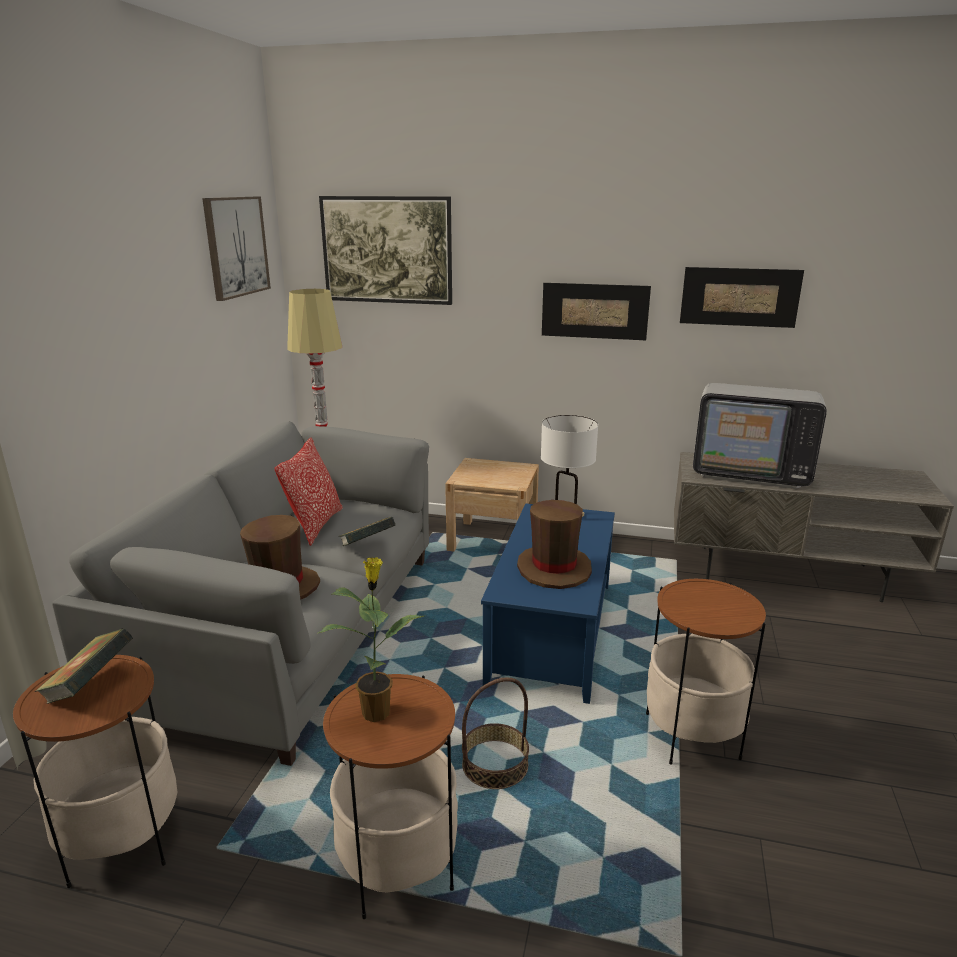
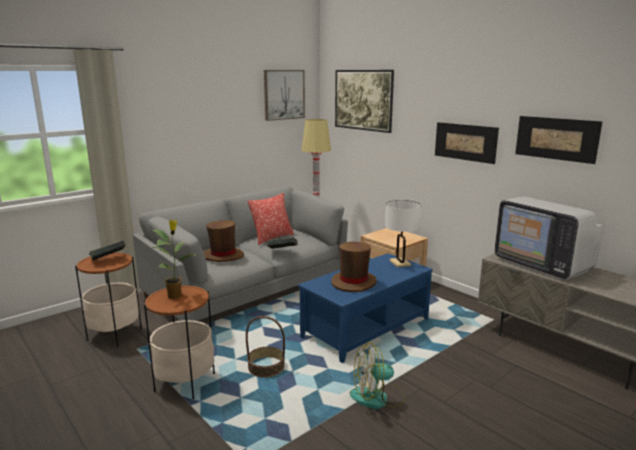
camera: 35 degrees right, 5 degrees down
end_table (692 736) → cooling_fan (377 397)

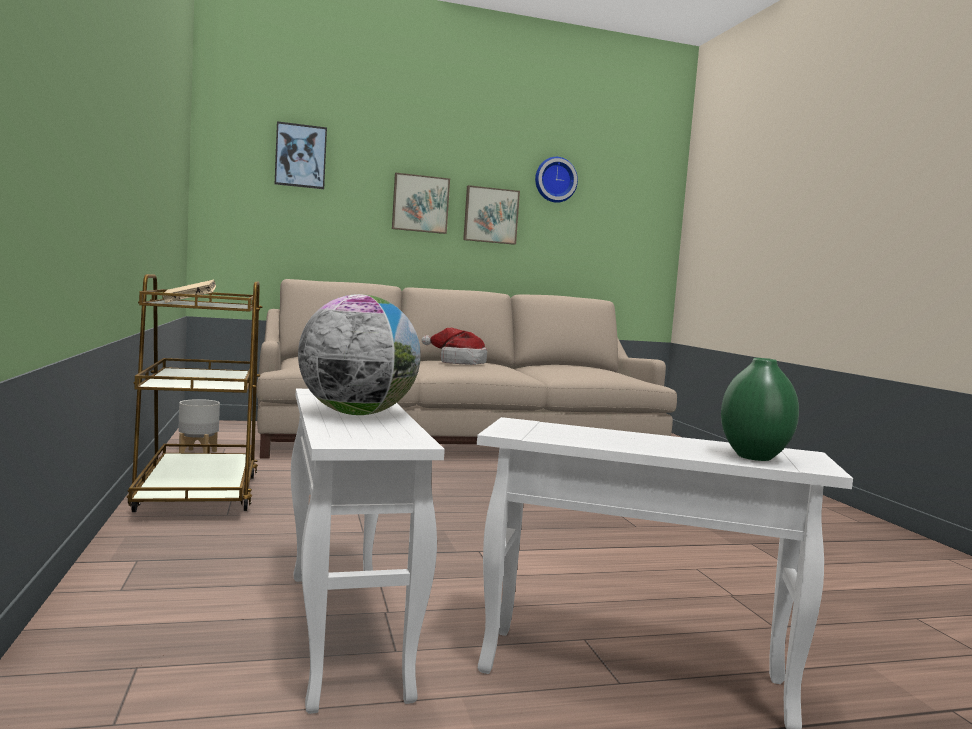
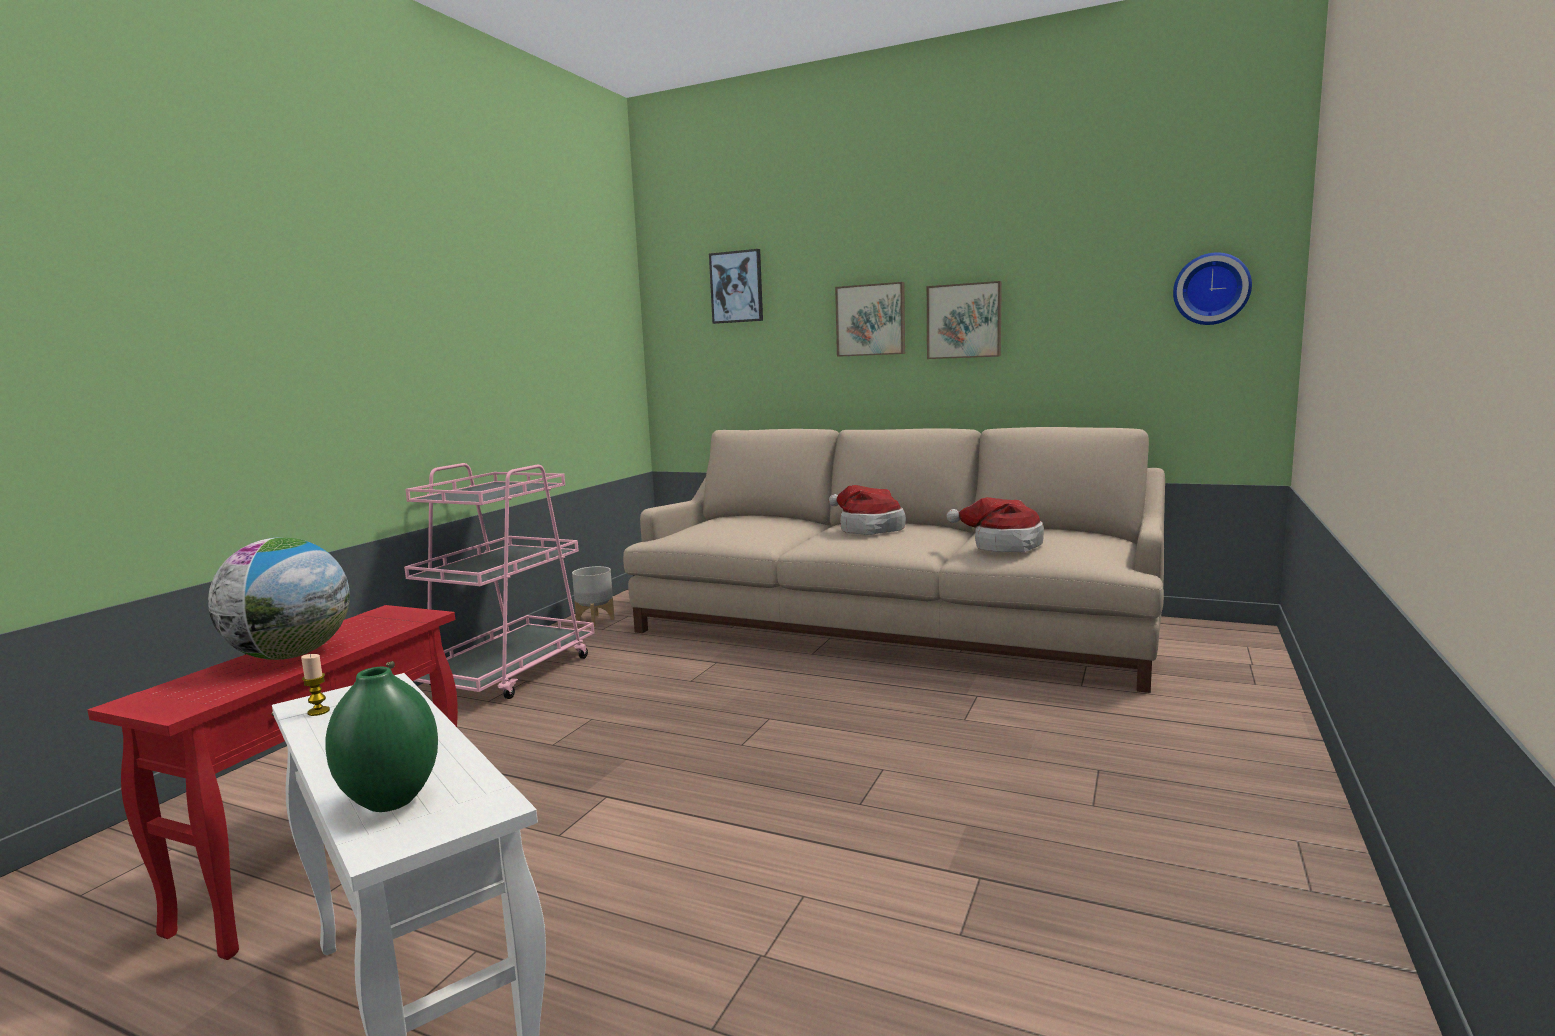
camera: 40 degrees right, 5 degrees up
wall_clock (555 180) → wall_clock (1211 289), move
brown-coloured_wheeled_cart (198 494) → pinkish_wheeled_cart (508 673)
sand-coloured_bound_book (189 304) → -
white_end_table (344 631) → red_end_table (329 860)
- → clothing_hat (1002 546)
- → wax_light (318 711)

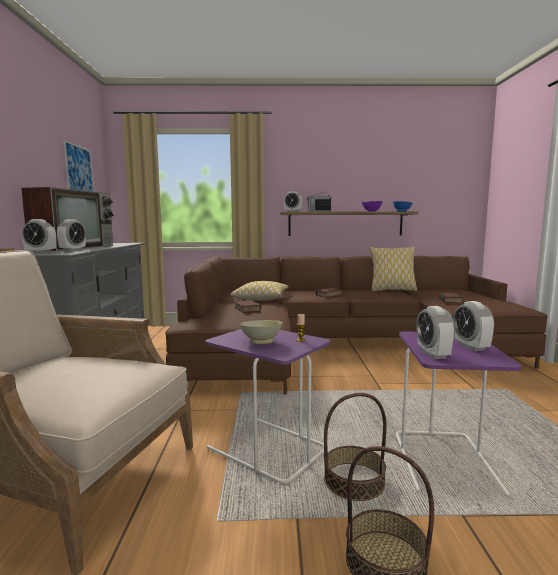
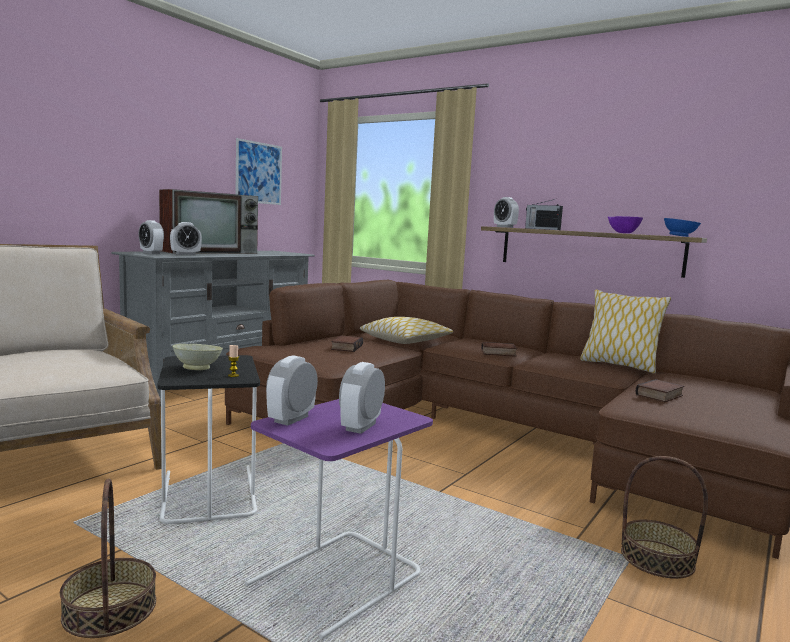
camera: 35 degrees right, 0 degrees up
purple_end_table (266 449) → black_end_table (207 493)
household_basket (354 481) → household_basket (657 558), move

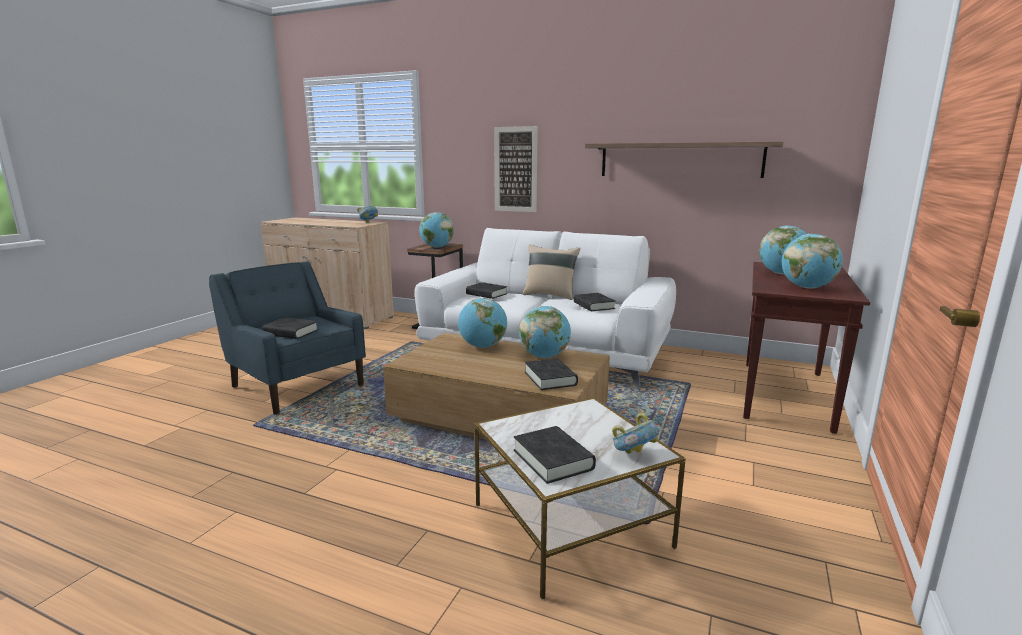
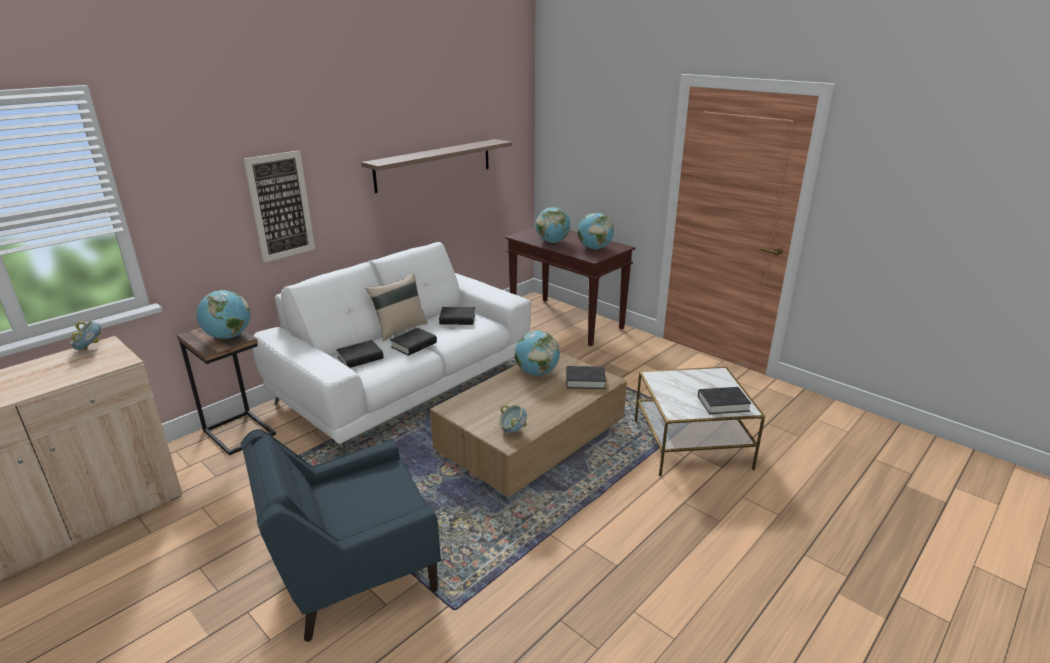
camera: 70 degrees left, 10 degrees up
desk_globe (482 346) → -
black_bound_book (291 332) → black_bound_book (414 345), move
deep_dish (633 454) → deep_dish (512 430), move

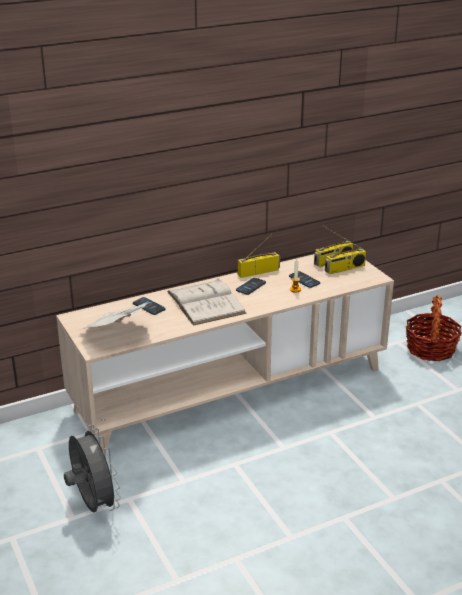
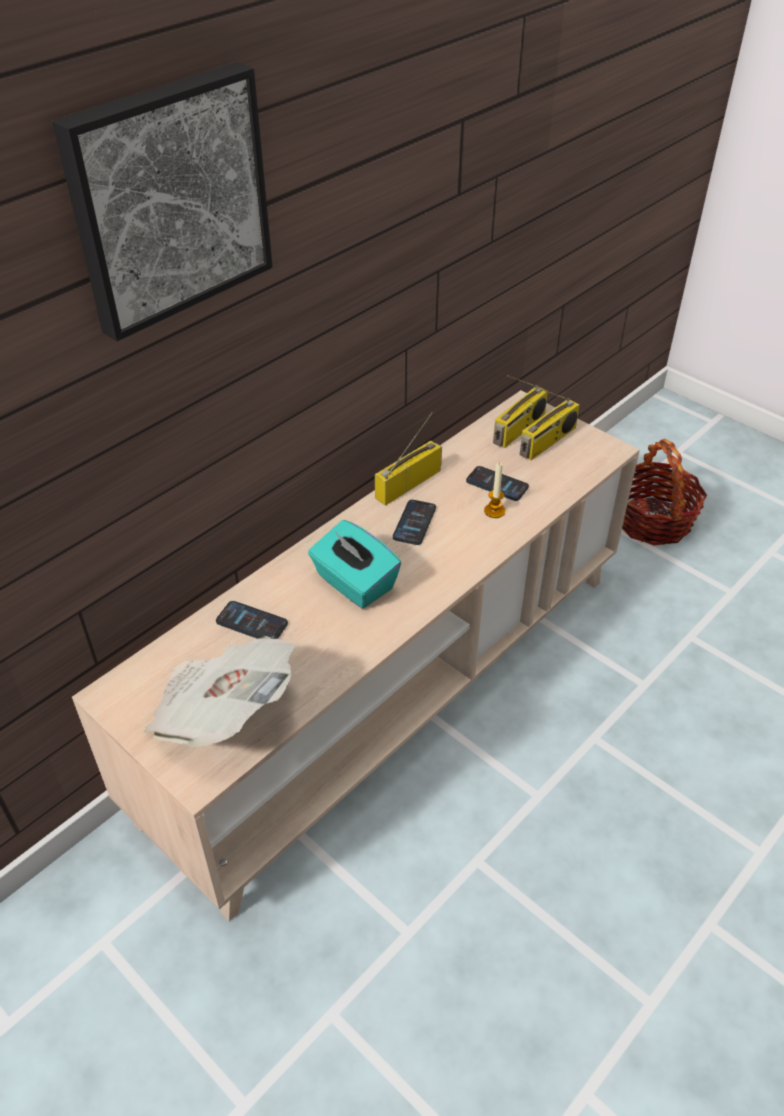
camera: 20 degrees left, 15 degrees up
white_bound_book (206 302) → turquoise-coloured_tissue_holder (354 583)
grey_cooling_fan (93 505) → -
- → wall_art (168 199)

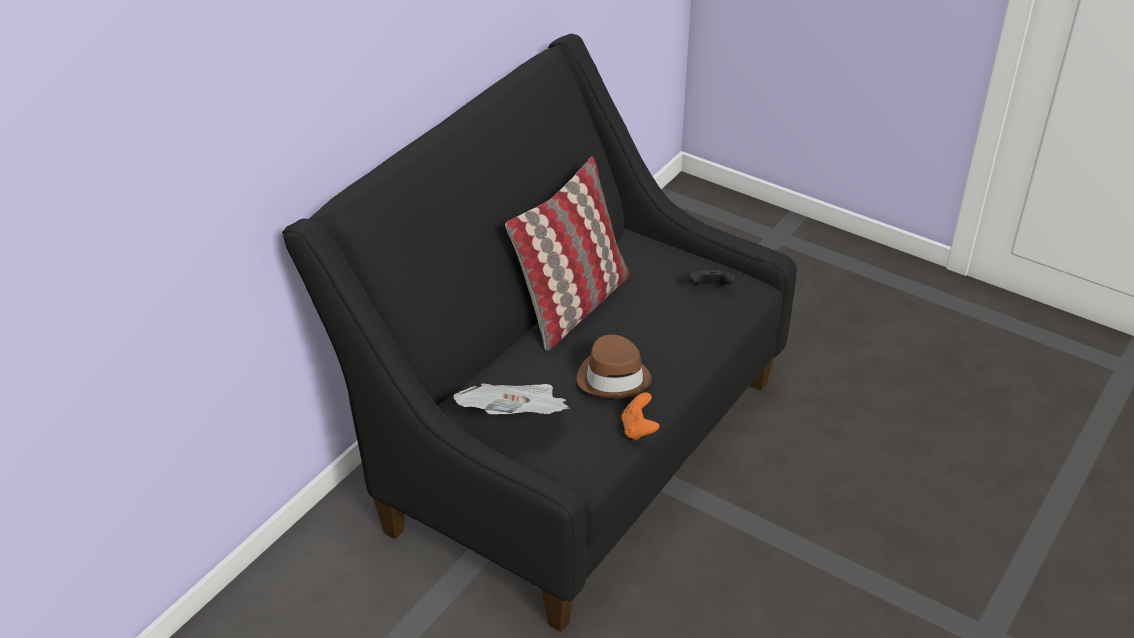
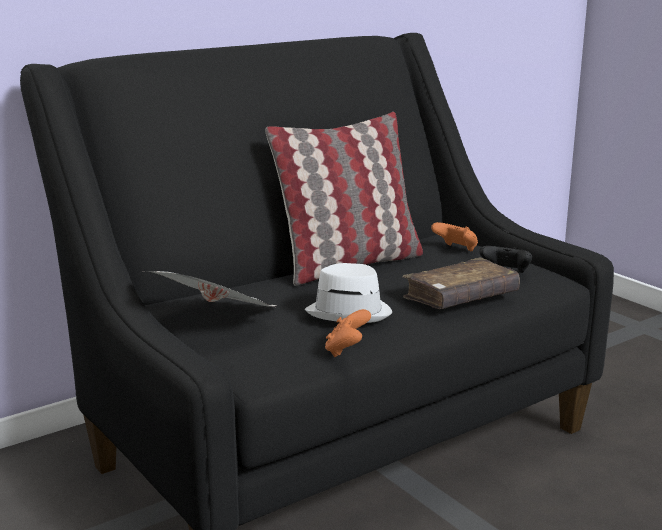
camera: 20 degrees right, 20 degrees down
brown-coloured_clothing_hat (613 378) → white_clothing_hat (350 312)
- → orangey_game_controller (456 250)
- → brown-coloured_bound_book (460 298)

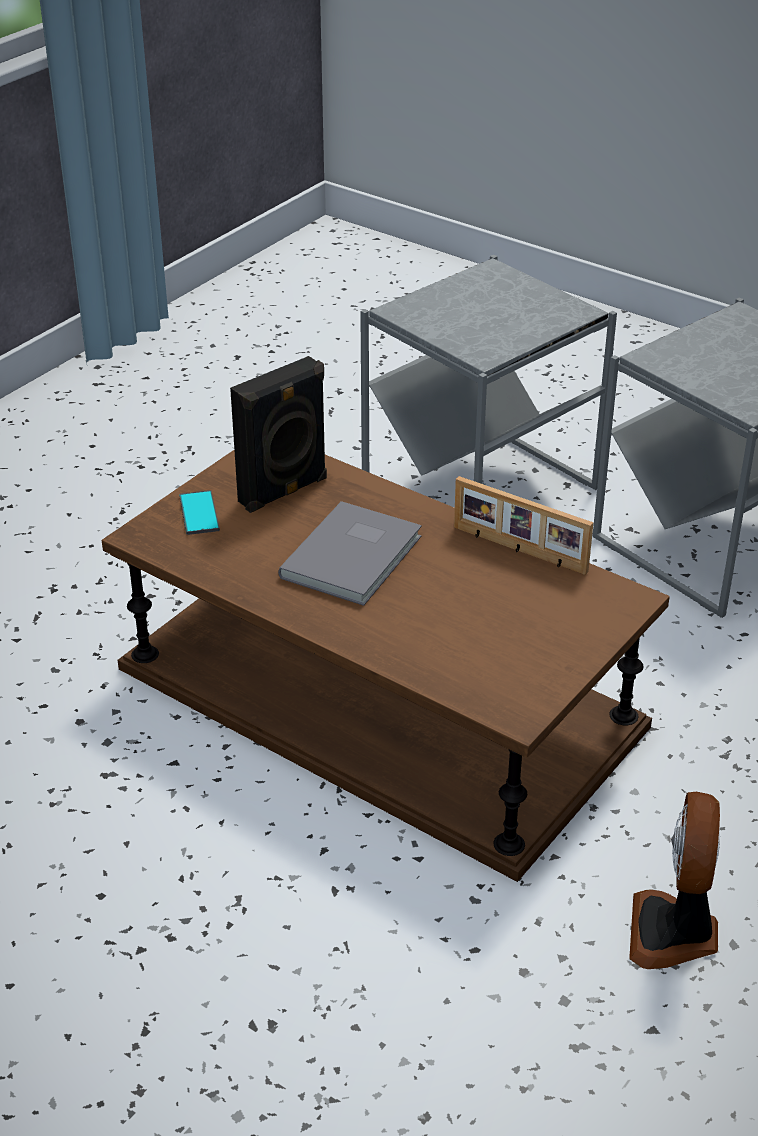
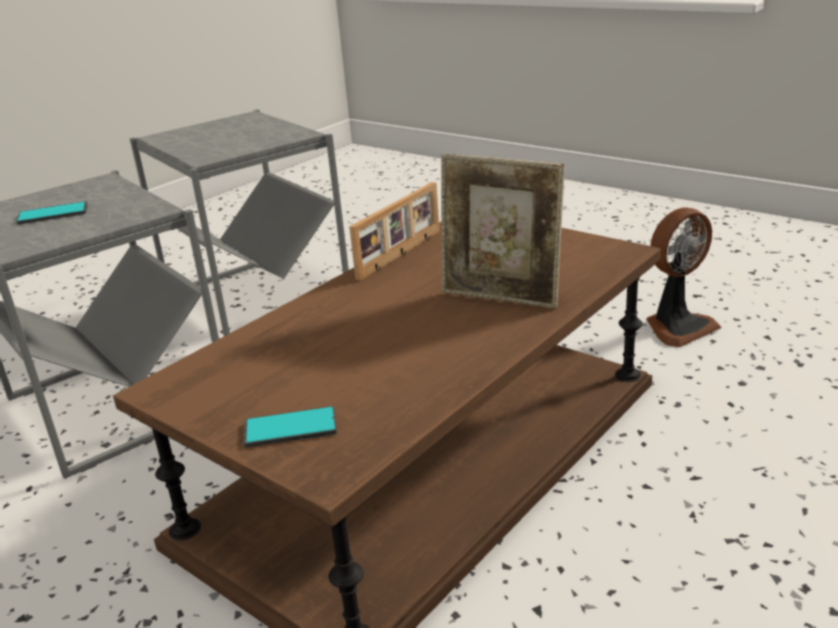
camera: 85 degrees left, 10 degrees down
black_speaker (284 492) → -
grey_bound_book (355 556) → -
cooling_fan (674 933) → cooling_fan (677 327), 45 degrees counterclockwise
- → photo_frame (501 298)
- → handset (53 214)

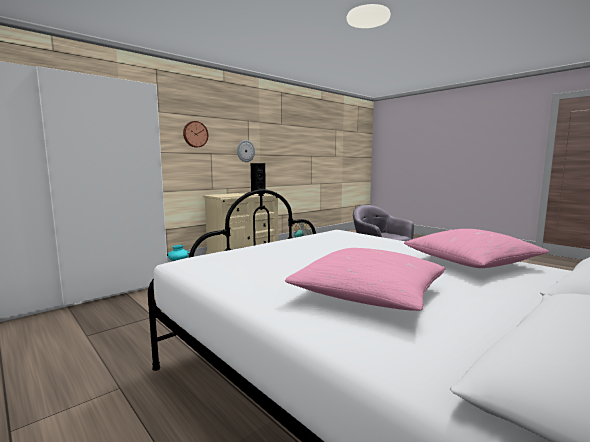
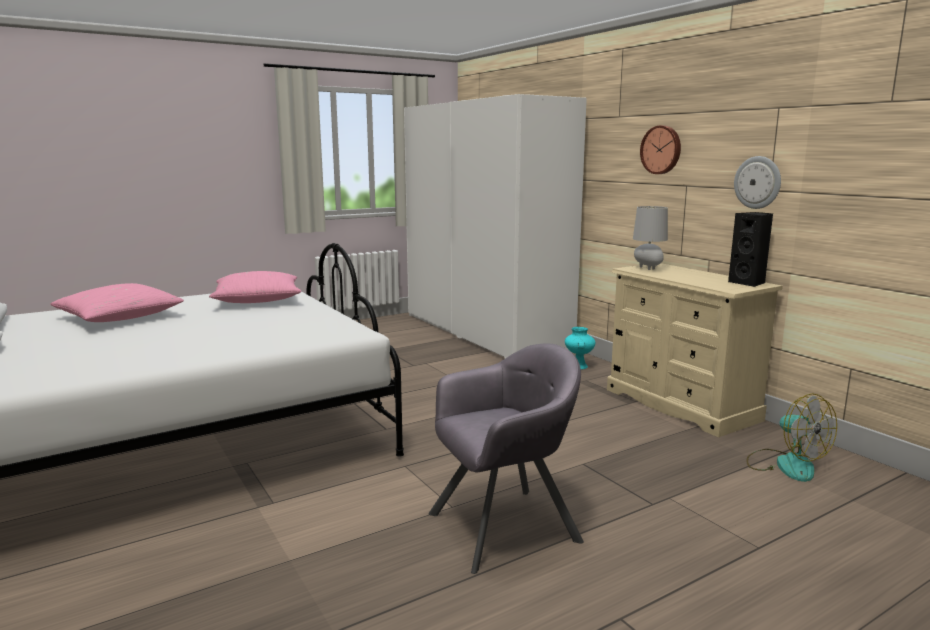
camera: 100 degrees right, 5 degrees up
pinkish_pillow (470 262) → pinkish_pillow (257 300), move
- → grey_table_lamp (648 268)

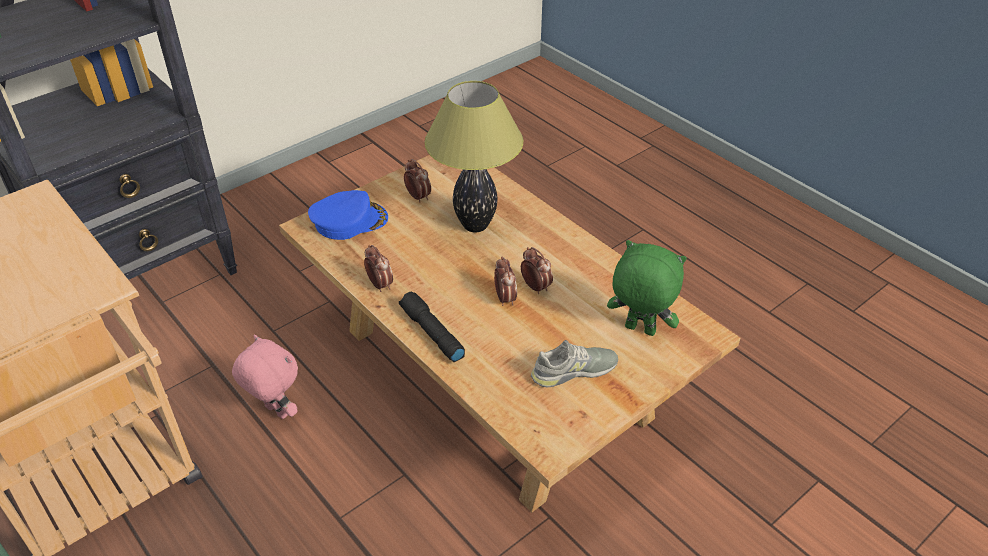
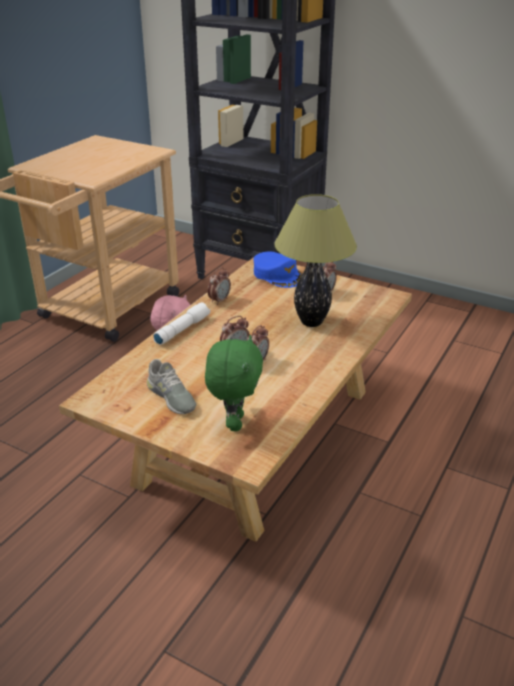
camera: 70 degrees right, 10 degrees down
black_flashlight (431 333) → white_flashlight (182 329)

